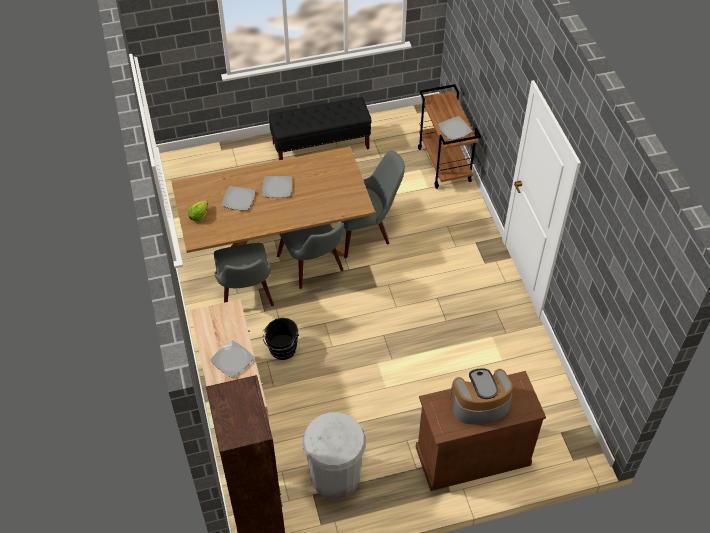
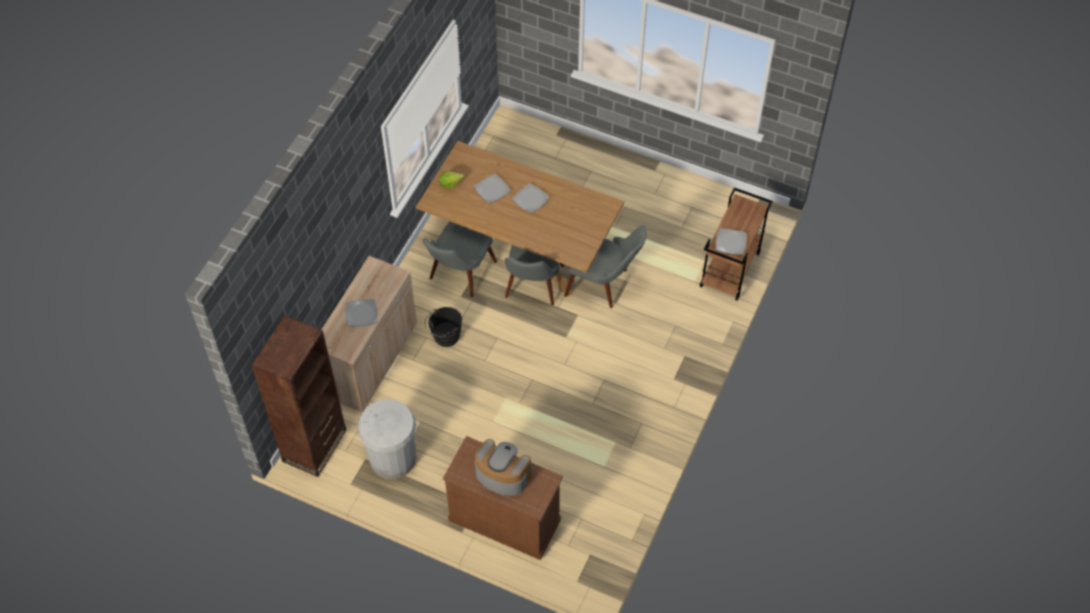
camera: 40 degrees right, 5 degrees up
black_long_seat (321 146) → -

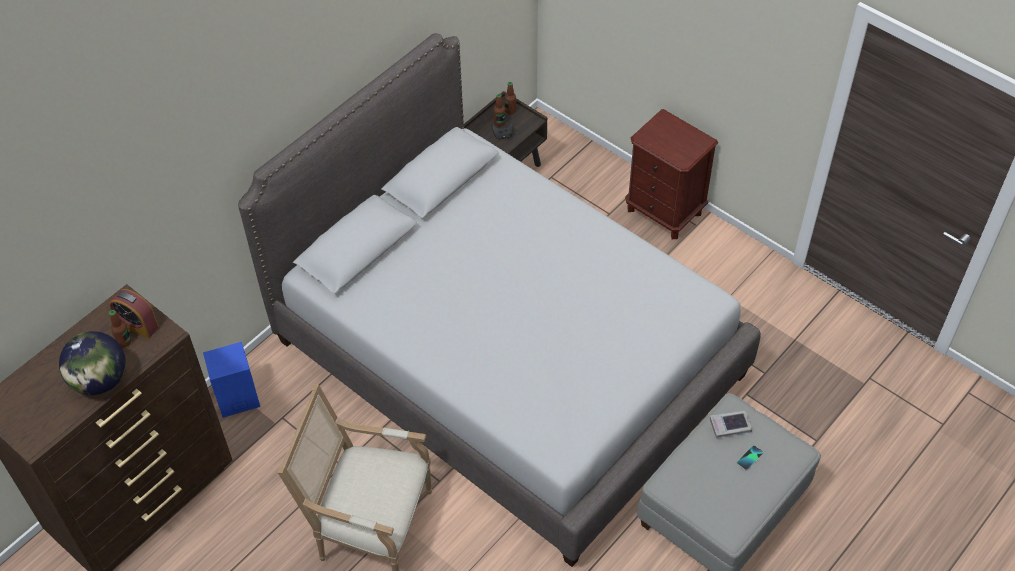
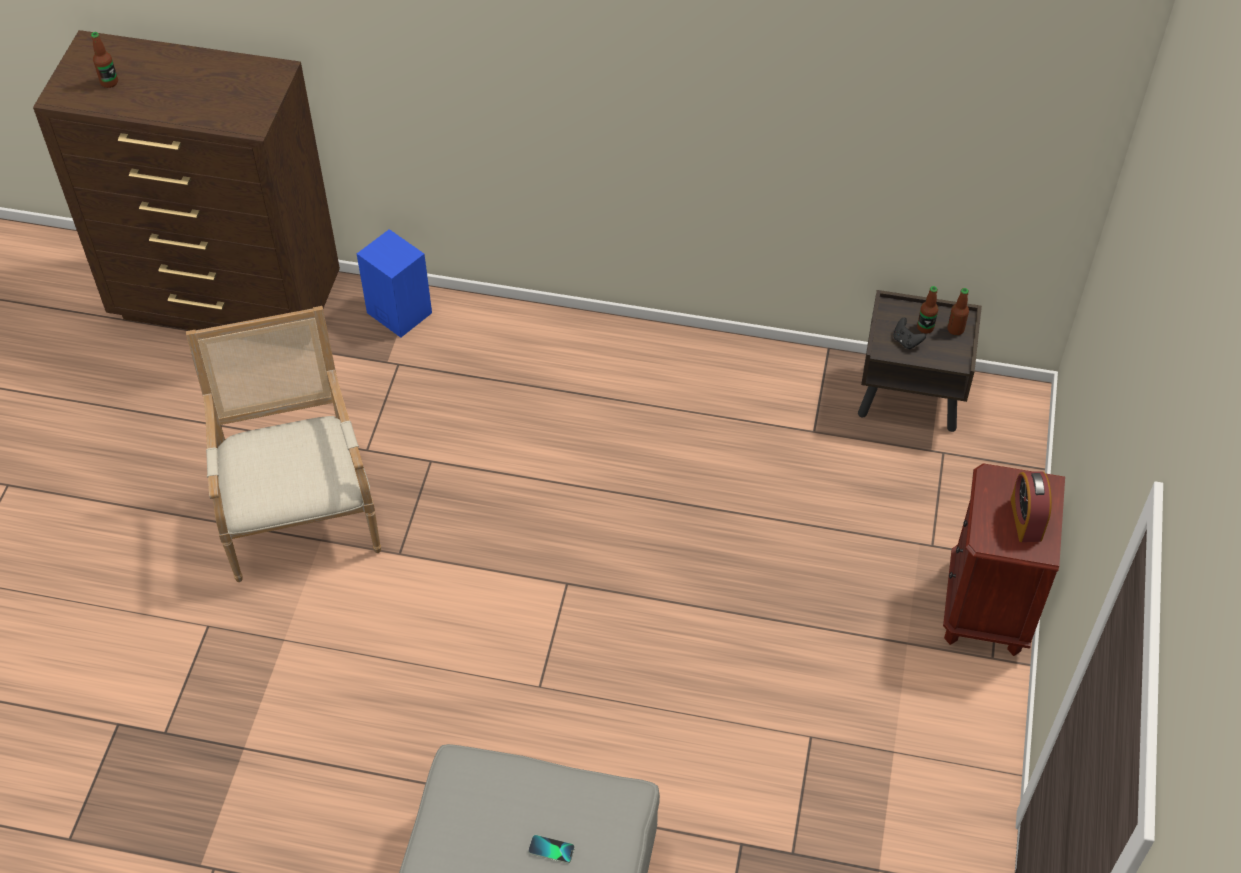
camera: 60 degrees right, 0 degrees up
grey_bed (508 357) → -
bedside_clock (137 325) → bedside_clock (1026 519), move
drink_bottle (124 342) → drink_bottle (109 82), move
desk_globe (100 381) → -
bound_book (730 426) → -

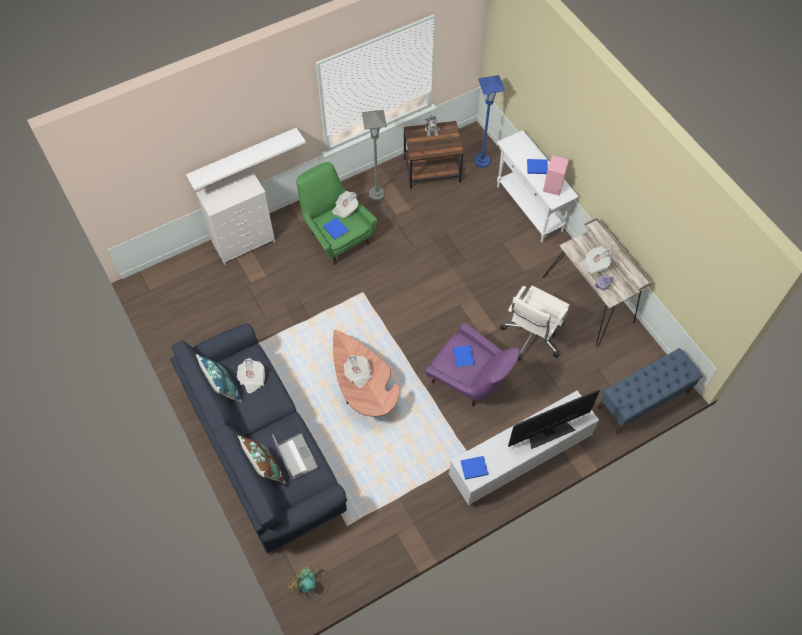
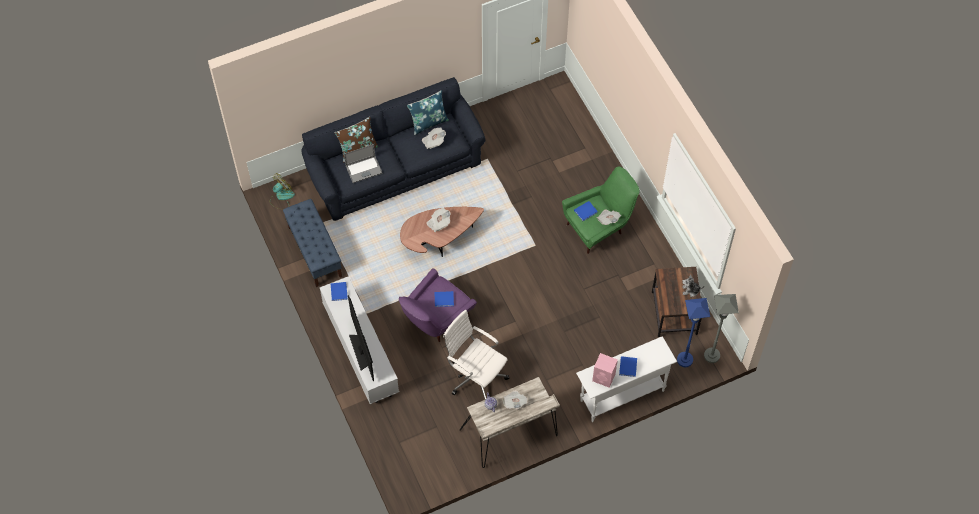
camera: 95 degrees right, 0 degrees up
grey_standard_lamp (377 194) → grey_standard_lamp (711 356), move
white_bracket_shelf (243 157) → -
white_drawer_chest (244 242) → -
bluish_long_seat (643 400) → bluish_long_seat (314 251), move

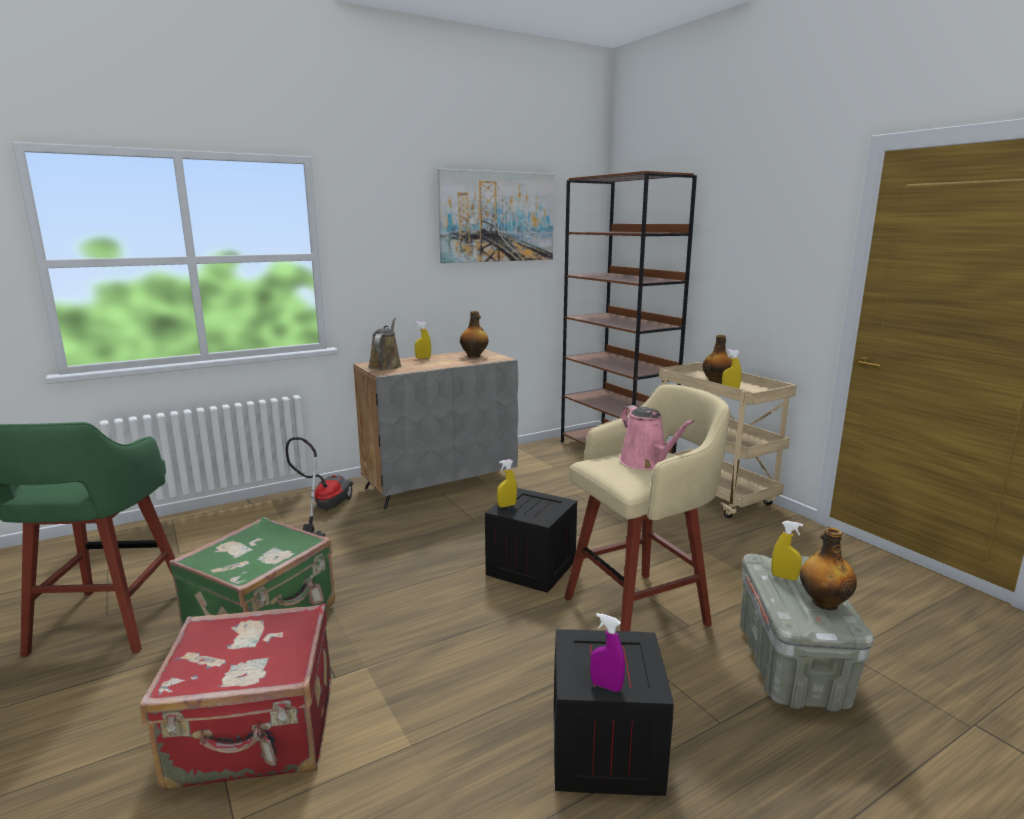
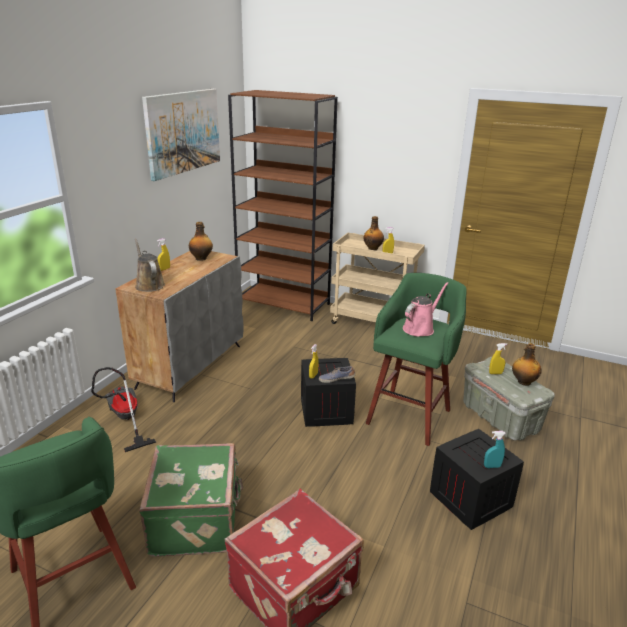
camera: 35 degrees left, 10 degrees up
sand-coloured_stool_seat (640 610) → green-coloured_stool_seat (410 415)
pinkish_sprinkling_can (646 462) → pinkish_sprinkling_can (420 328), 75 degrees counterclockwise
purple_spray_bottle (606 686) → turquoise-coloured_spray_bottle (492 466)
- → item_of_footwear (336 379)

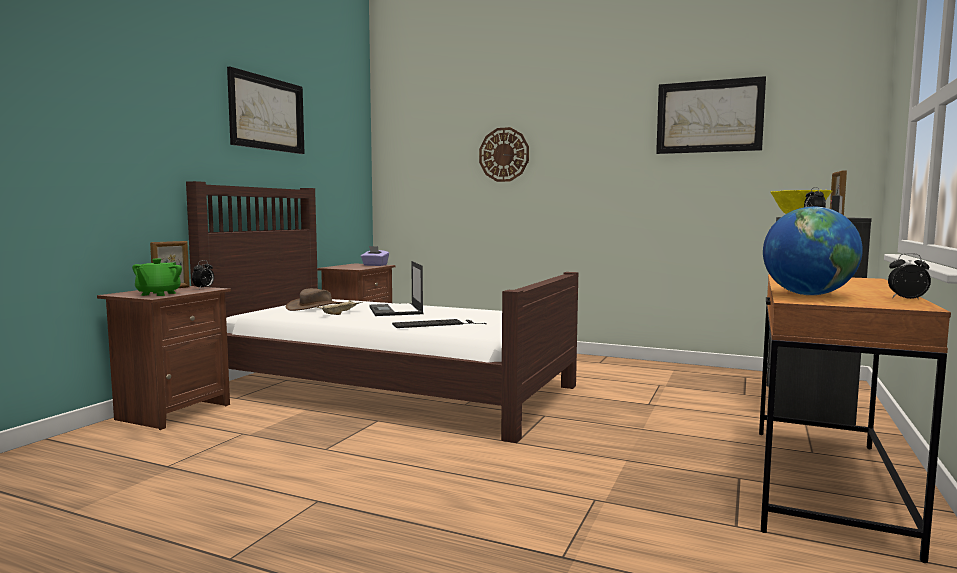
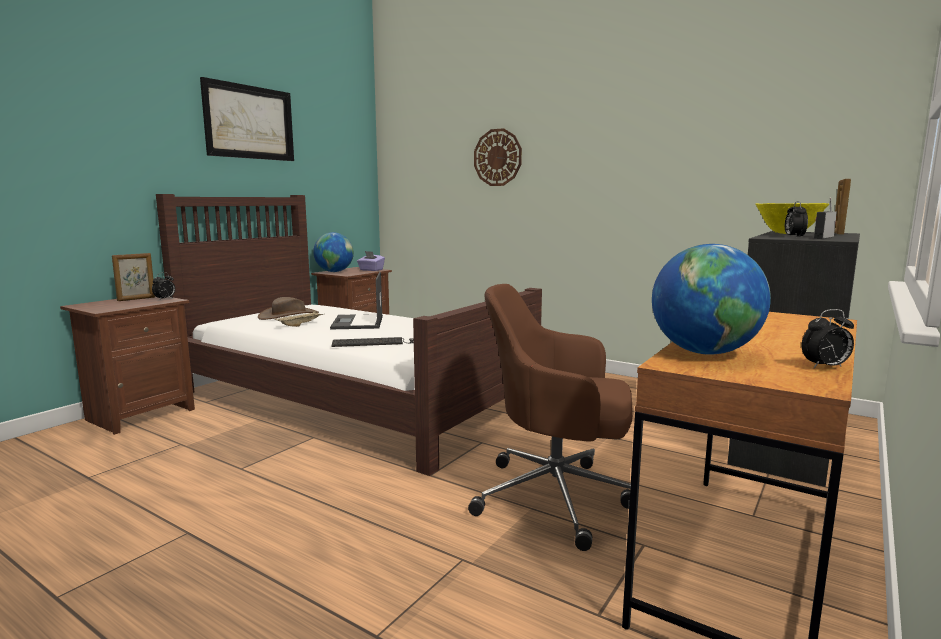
camera: 10 degrees right, 5 degrees up
wall_art (709 116) → -
bedside_clock (906 299) → bedside_clock (825 367), 150 degrees clockwise
green-coloured_teapot (158 294) → -
- → desk_globe (334 272)
- → brown-coloured_computer_chair (557 498)

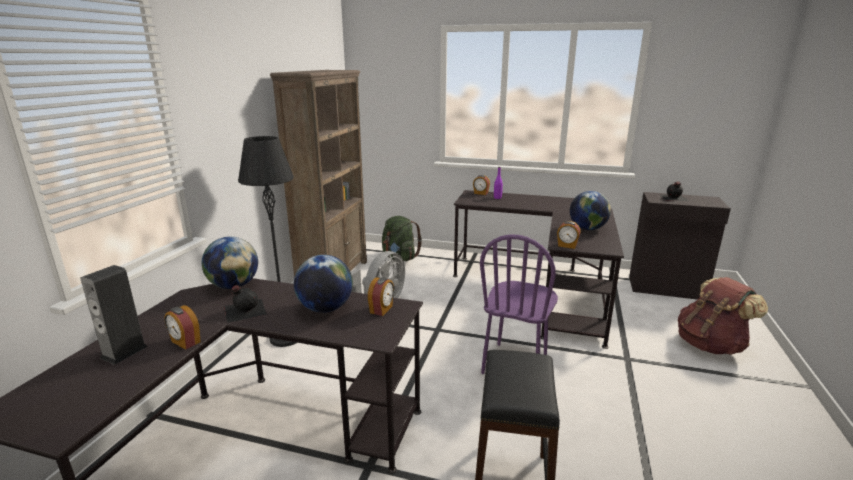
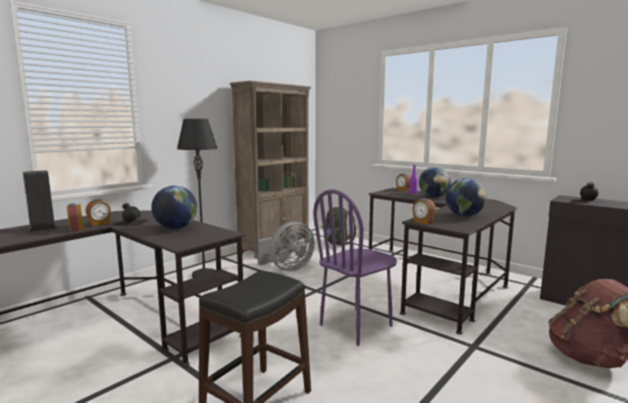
camera: 25 degrees right, 10 degrees down
desk_globe (234 286) → desk_globe (433 197), move
bedside_clock (382 309) → bedside_clock (99 224), move

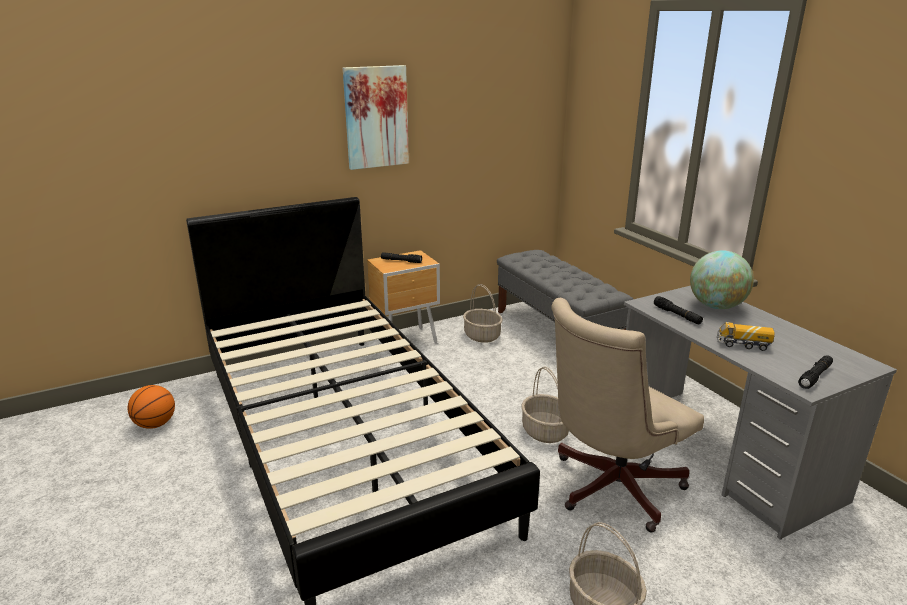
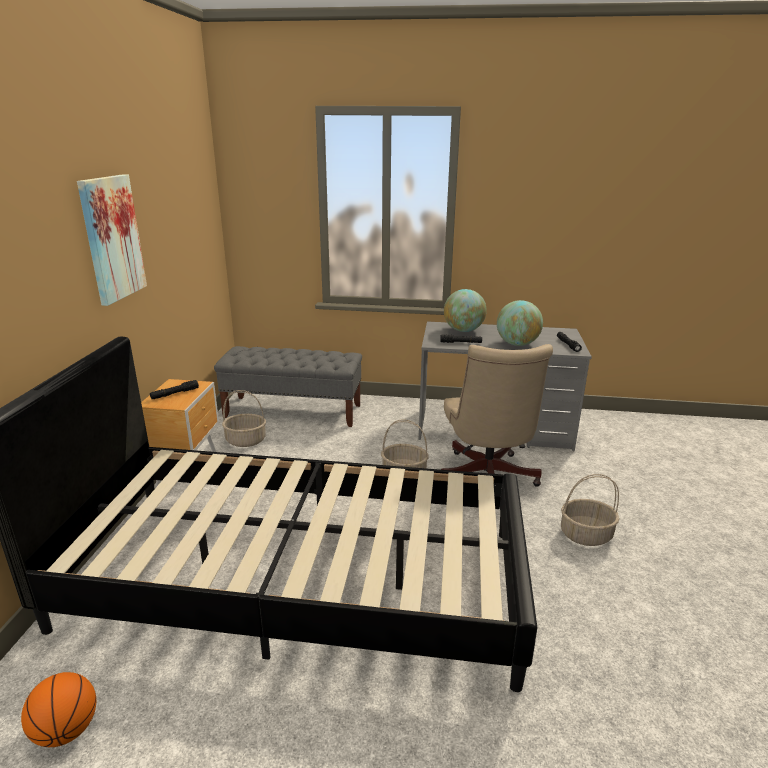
camera: 55 degrees left, 0 degrees up
toy_truck (743 345) → desk_globe (517 344)

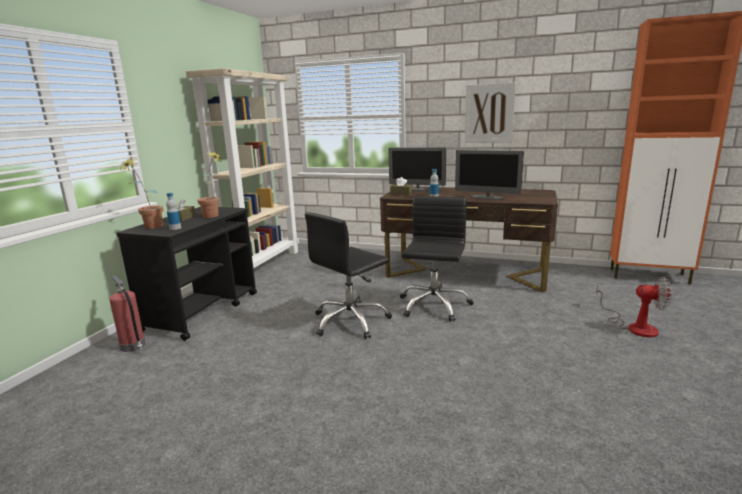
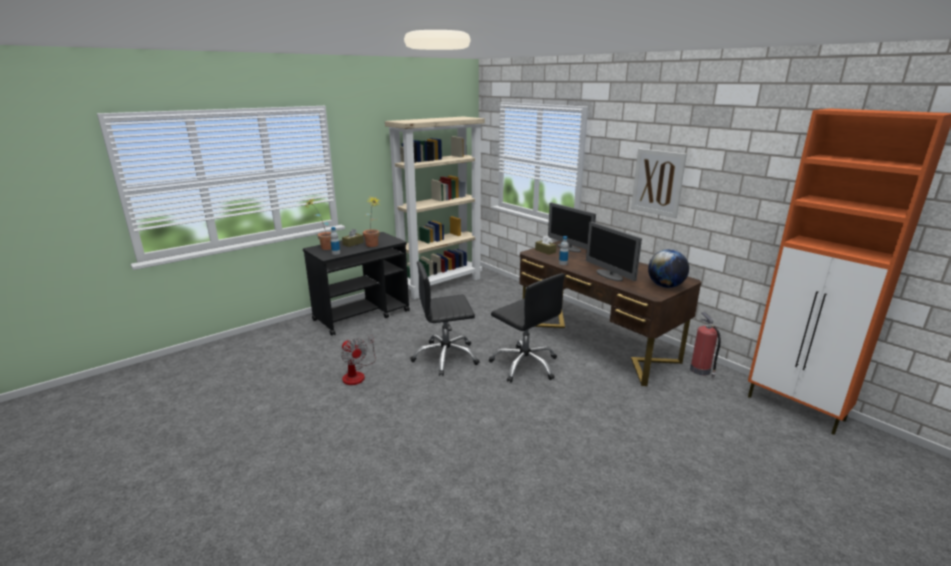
camera: 30 degrees right, 5 degrees up
black_computer_chair (433 305) → black_computer_chair (525 365), 90 degrees clockwise
fire_extinguisher (133 346) → fire_extinguisher (700 371), move
cooling_fan (634 326) → cooling_fan (357 374), move
- → desk_globe (665 286)

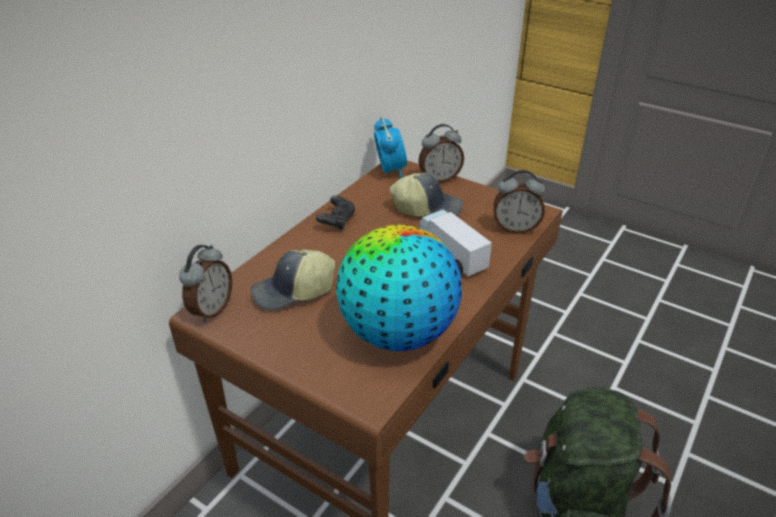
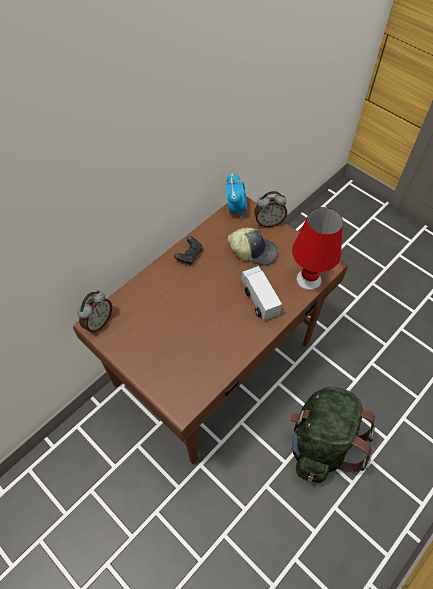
camera: 10 degrees right, 20 degrees up
bedside_clock (515 228) → red_table_lamp (309 279)
desk_globe (397 333) → -
cap (293 292) → -

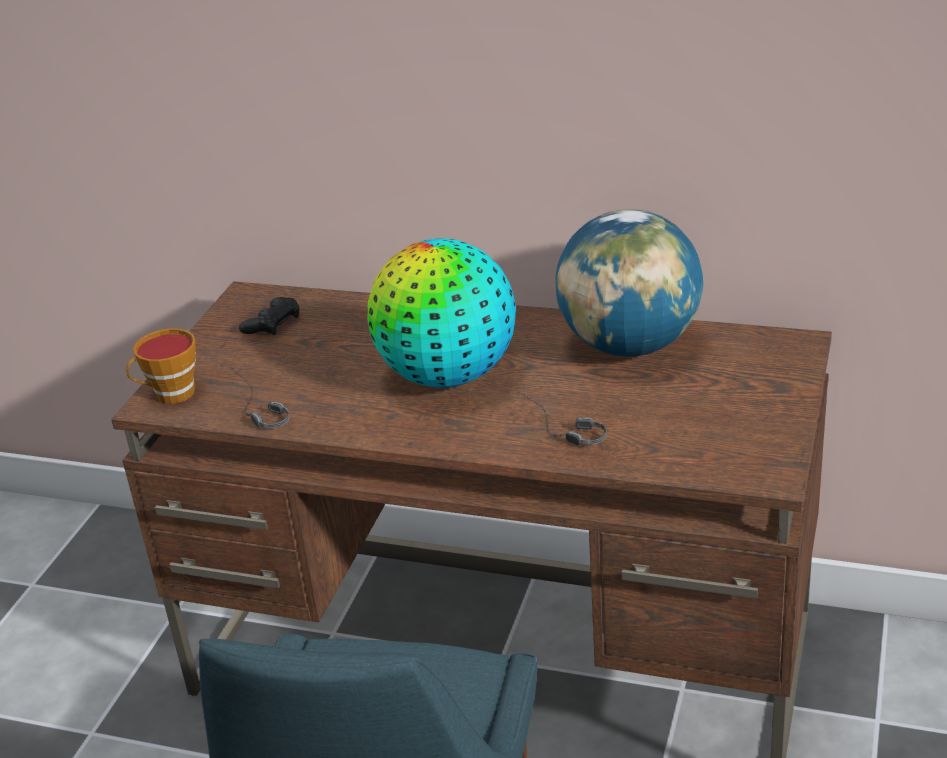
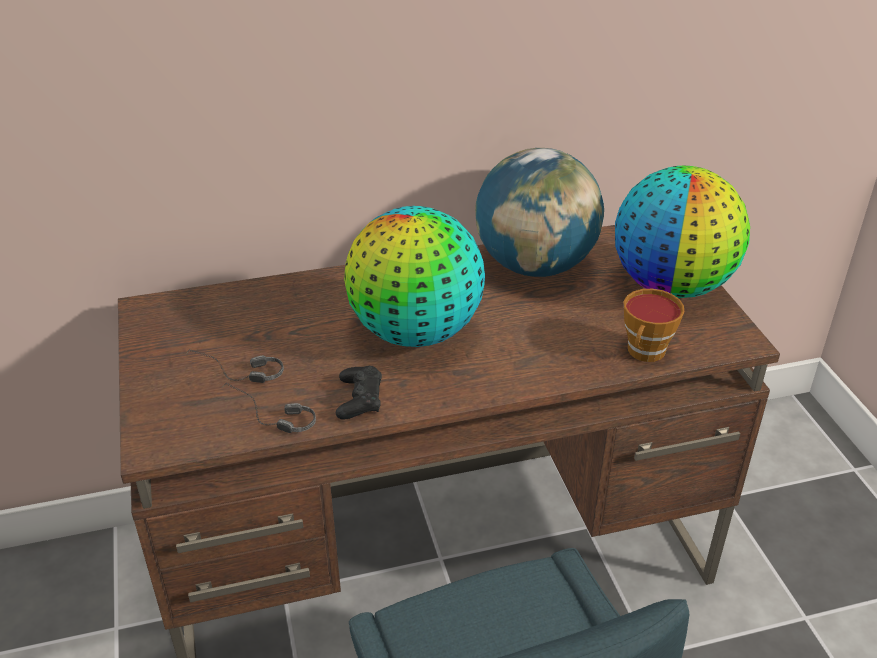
camera: 35 degrees left, 5 degrees up
black_game_controller (272 323) → black_game_controller (359 399), move
drinking_cup (170 394) → drinking_cup (645 353), move
headphones (557 431) → headphones (236 375), move
- → desk_globe (672 286)

